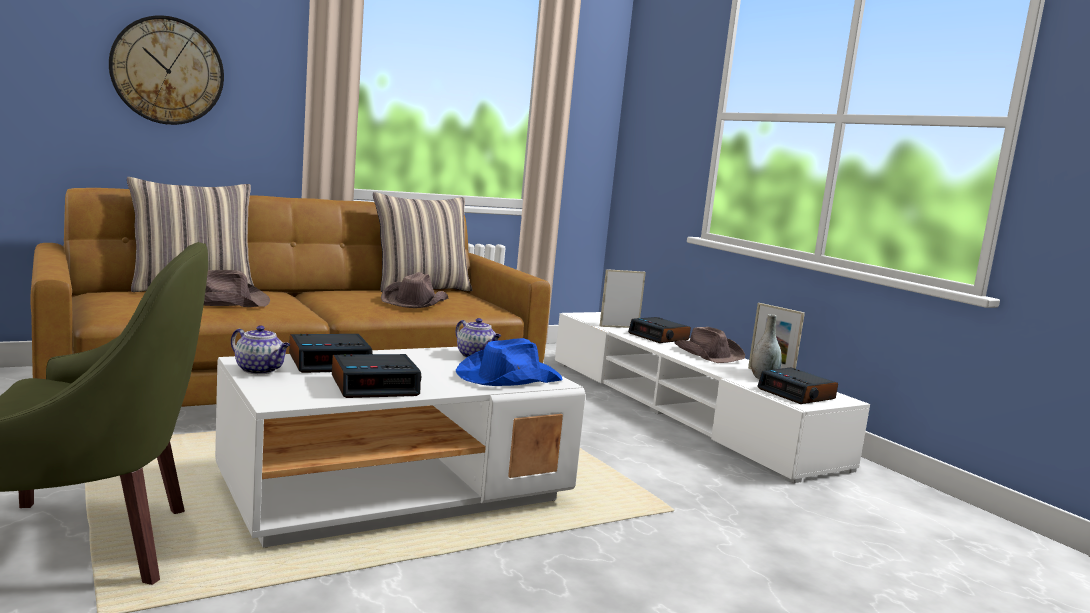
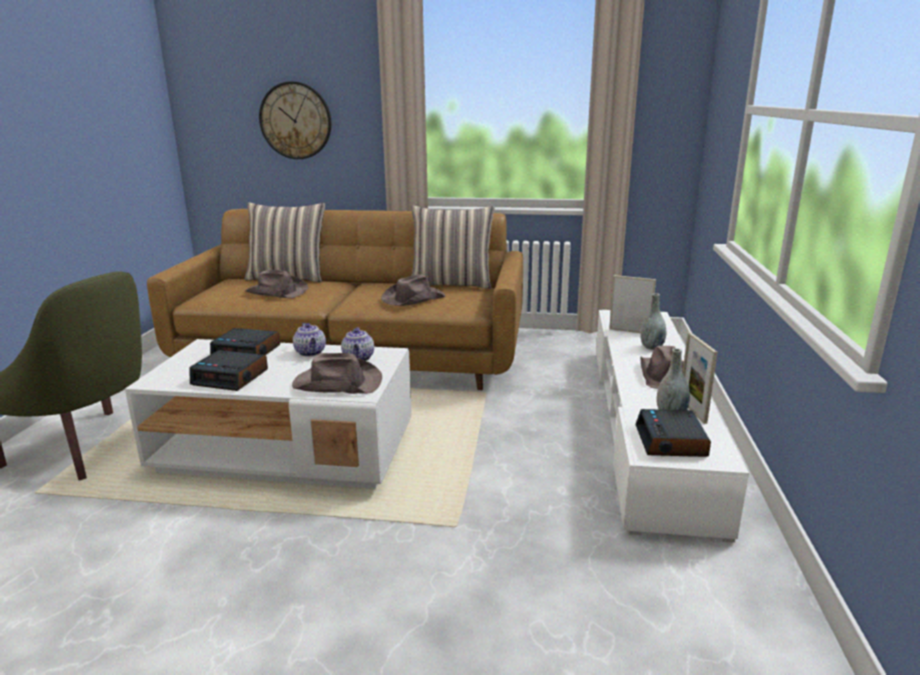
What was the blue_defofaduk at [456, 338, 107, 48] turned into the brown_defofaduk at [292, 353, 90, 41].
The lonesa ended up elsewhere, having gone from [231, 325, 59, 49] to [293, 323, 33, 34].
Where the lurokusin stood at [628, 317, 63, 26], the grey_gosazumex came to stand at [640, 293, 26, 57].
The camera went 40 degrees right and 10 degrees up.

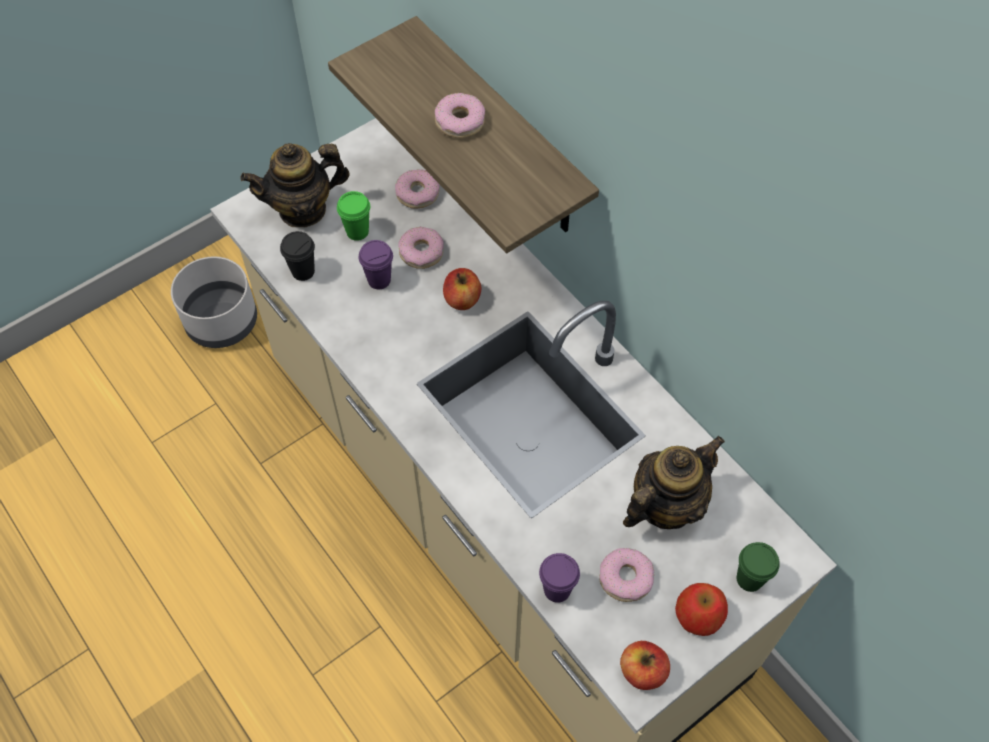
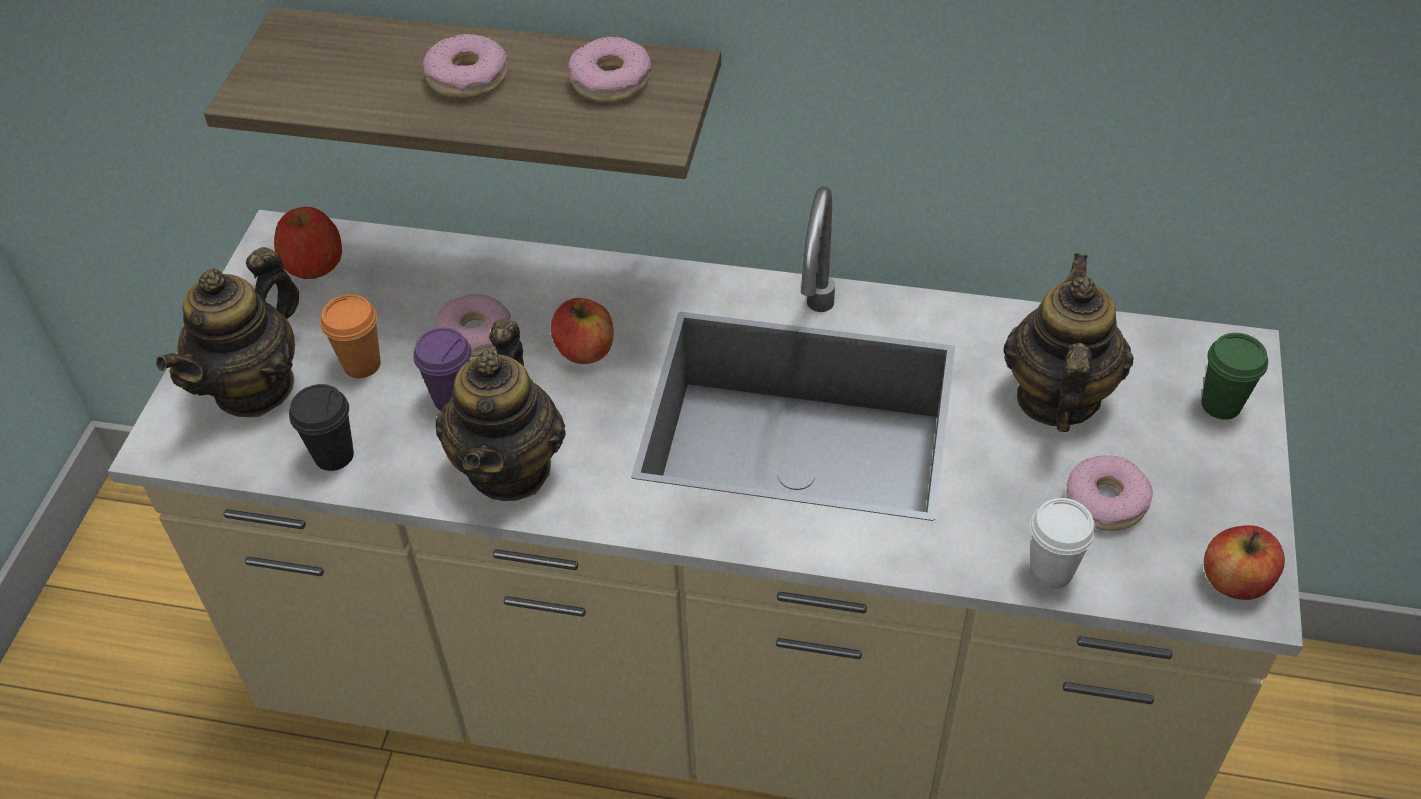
The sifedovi ended up elsewhere, having gone from [675, 583, 53, 53] to [274, 207, 68, 72].
What was the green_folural at [337, 191, 33, 50] turned into the orange_folural at [320, 294, 61, 84].
The second view gained the lonesa at [435, 319, 131, 182].
The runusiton ended up elsewhere, having gone from [395, 169, 45, 40] to [569, 36, 82, 66].
What was the purple_folural at [539, 553, 41, 50] turned into the white_folural at [1030, 498, 66, 91].
The second view lost the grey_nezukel at [171, 257, 86, 91].
The camera went 40 degrees left and 10 degrees down.

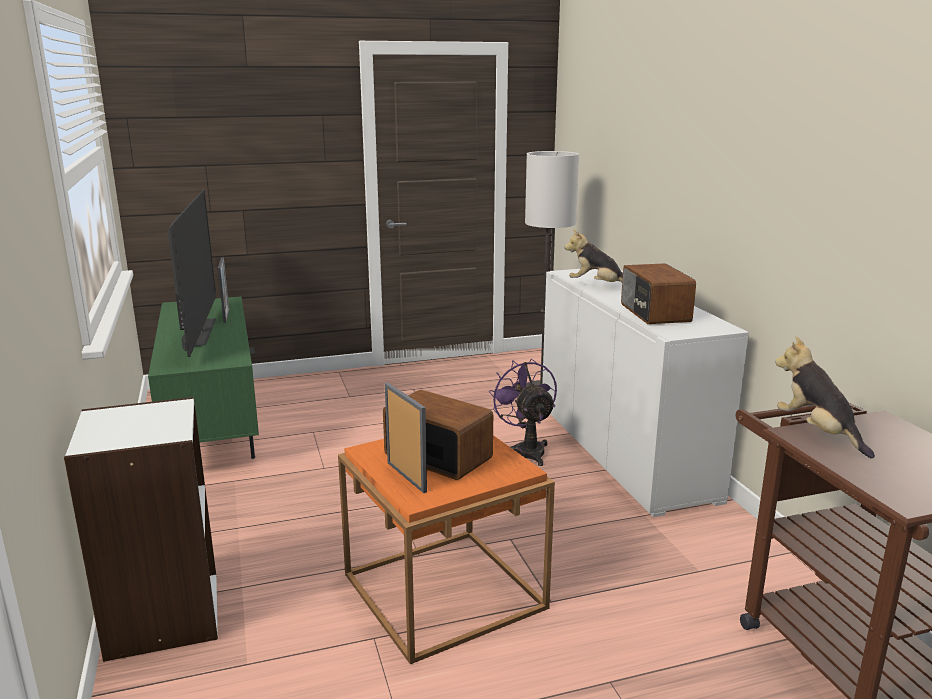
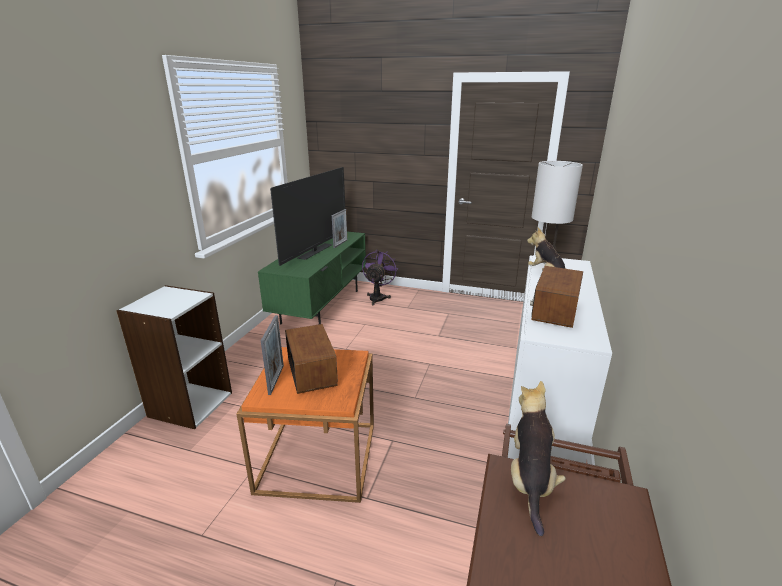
The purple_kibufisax ended up elsewhere, having gone from [489, 359, 68, 107] to [362, 250, 36, 55].
The camera went 35 degrees right and 5 degrees up.

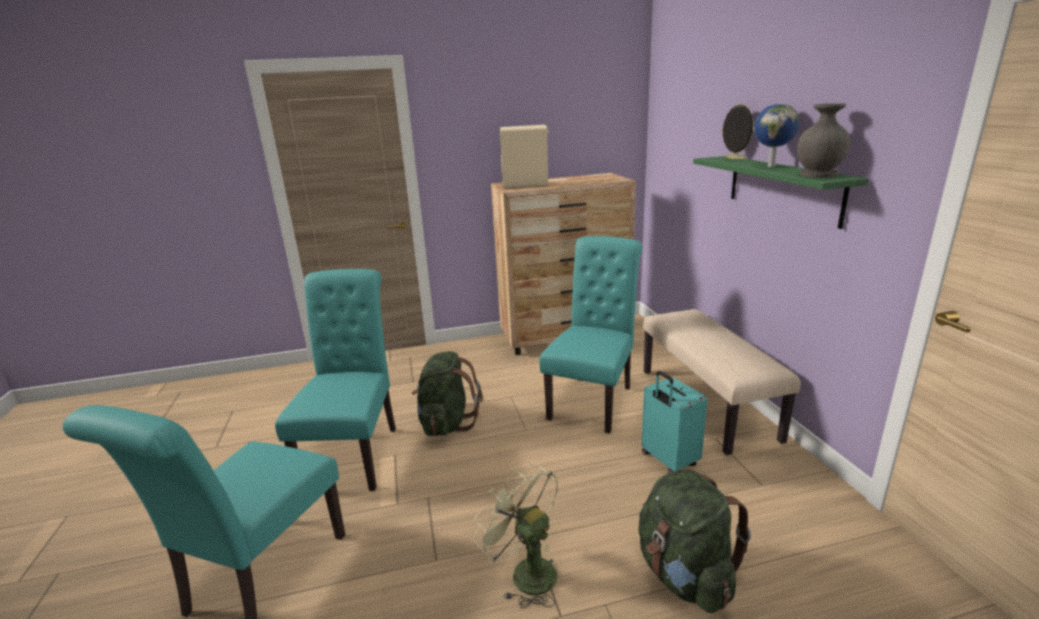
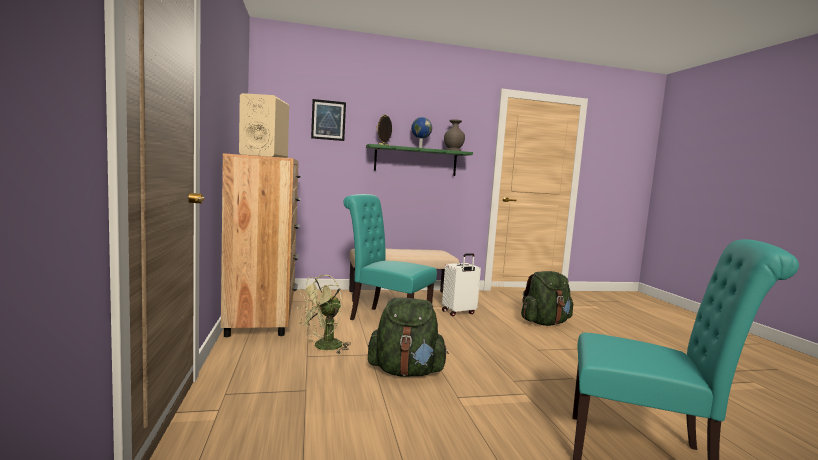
The green_kibufisax ended up elsewhere, having gone from [473, 462, 85, 146] to [297, 275, 54, 78].
The second view gained the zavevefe at [311, 99, 35, 42].
What was the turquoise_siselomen at [642, 371, 66, 102] turned into the white_siselomen at [442, 253, 39, 63].
The second view lost the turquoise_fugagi at [275, 269, 121, 222].
The camera went 90 degrees left and 15 degrees down.

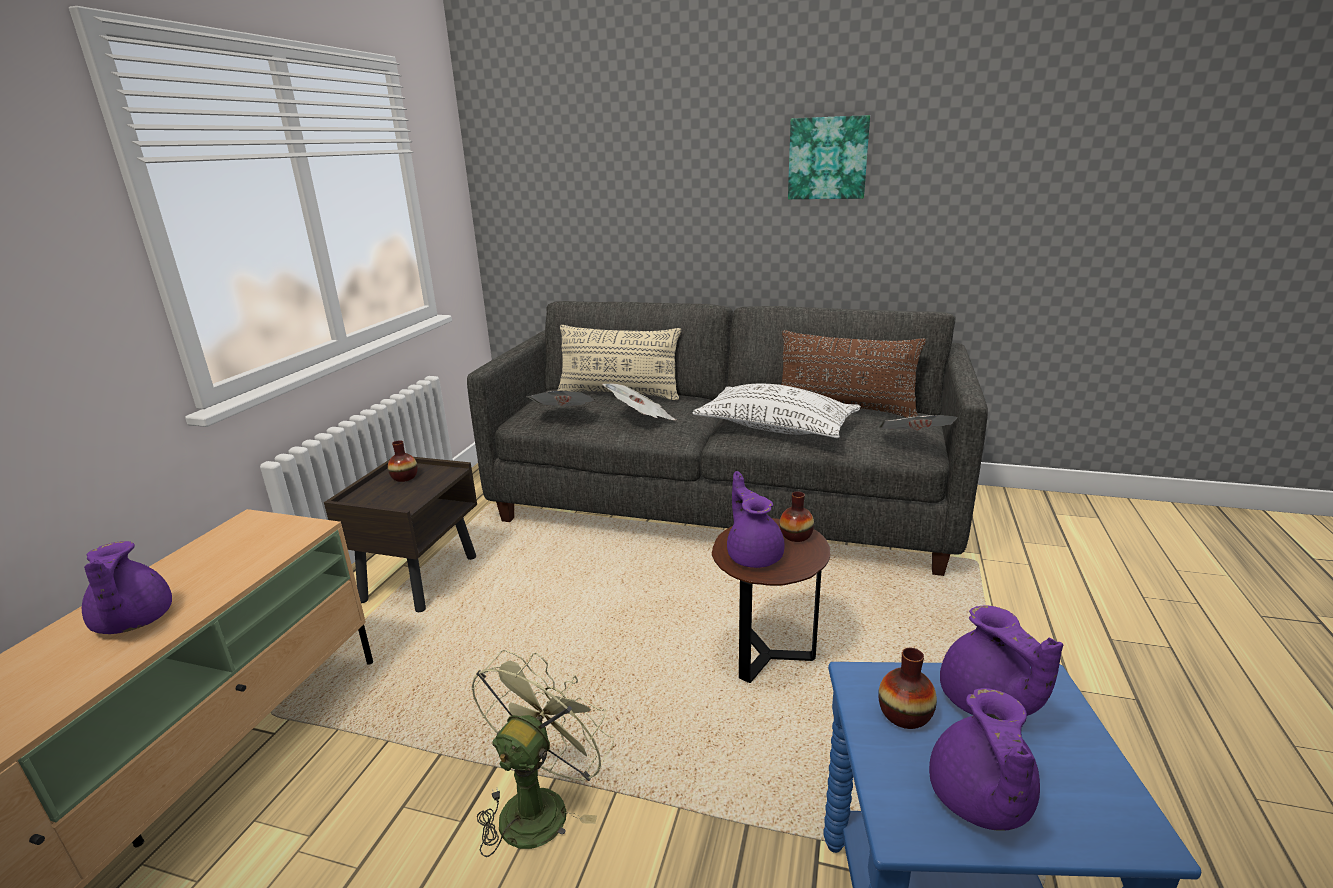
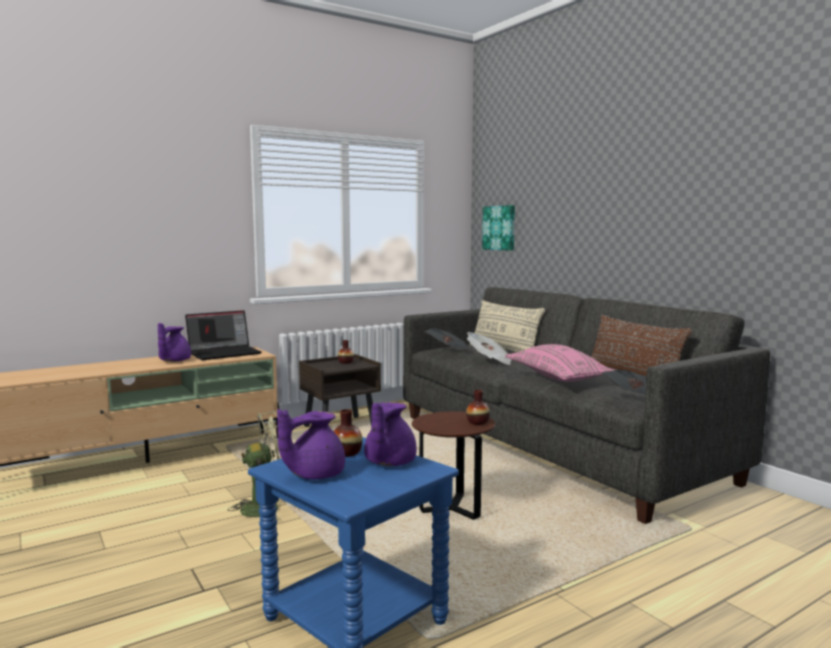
The second view gained the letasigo at [185, 310, 76, 50].
The zavevefe ended up elsewhere, having gone from [788, 115, 82, 84] to [482, 205, 33, 46].
What was the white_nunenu at [693, 384, 168, 54] turned into the pink_nunenu at [505, 344, 110, 38].
The second view lost the purple_lonesa at [727, 471, 58, 97].
The camera went 40 degrees right and 15 degrees down.

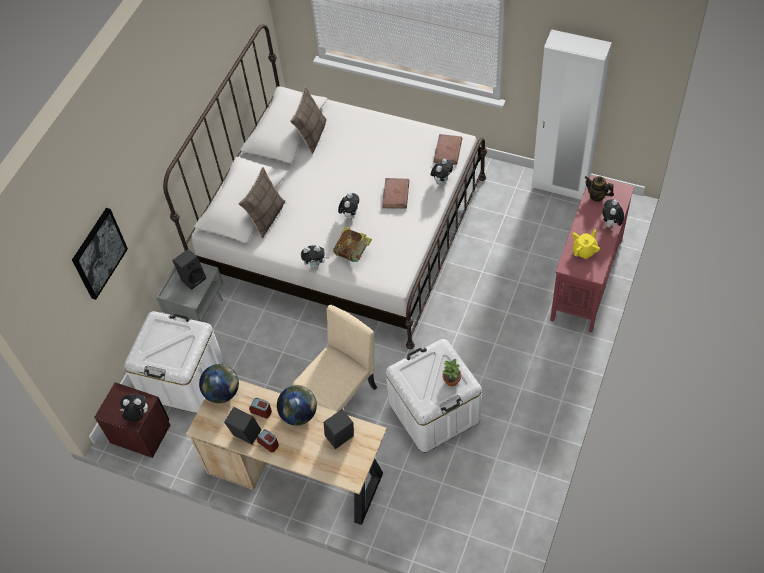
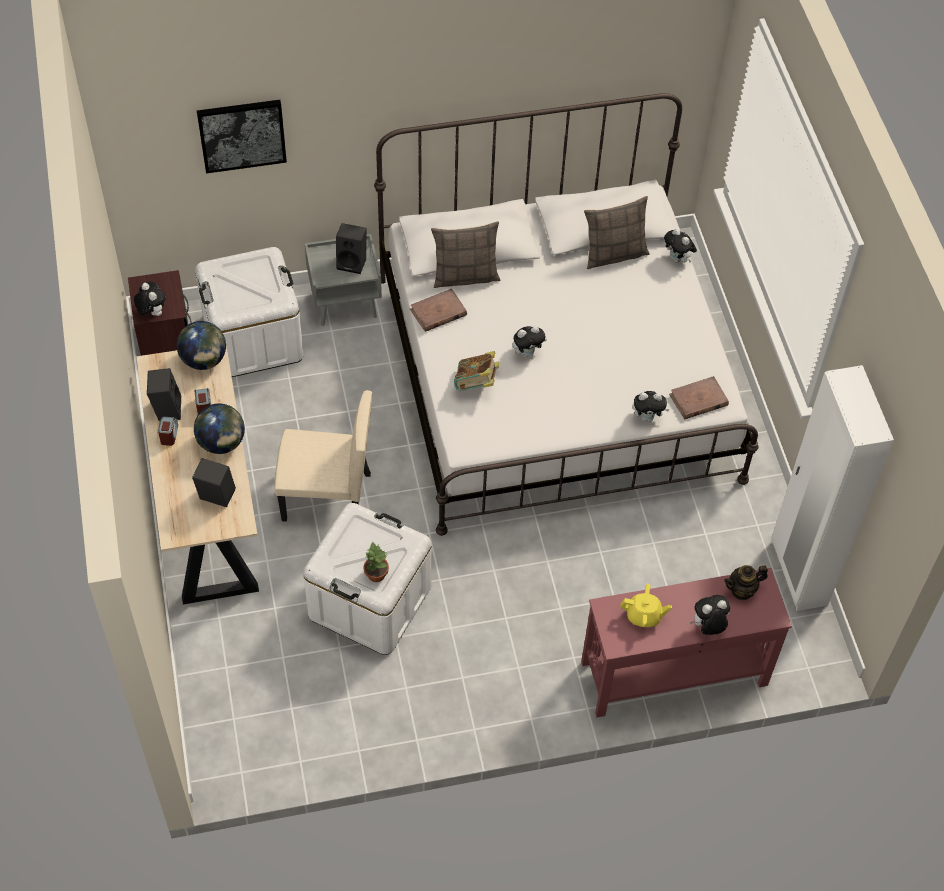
The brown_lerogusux ended up elsewhere, having gone from [382, 178, 28, 31] to [410, 289, 57, 43].
The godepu ended up elsewhere, having gone from [301, 245, 28, 23] to [664, 228, 33, 35].
The lonesa at [584, 176, 30, 26] ended up facing another way, 105 degrees counterclockwise from before.
The camera went 50 degrees right and 0 degrees up.

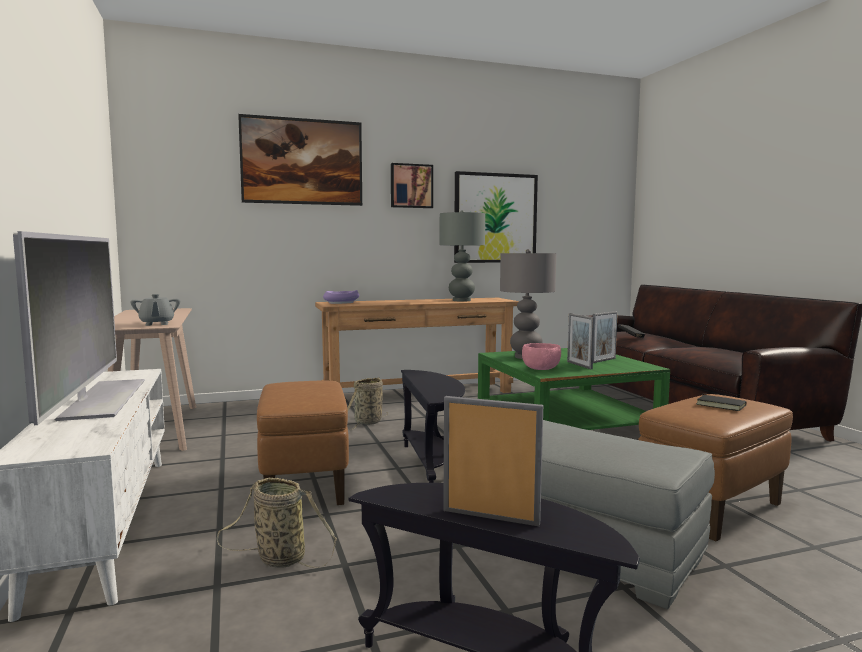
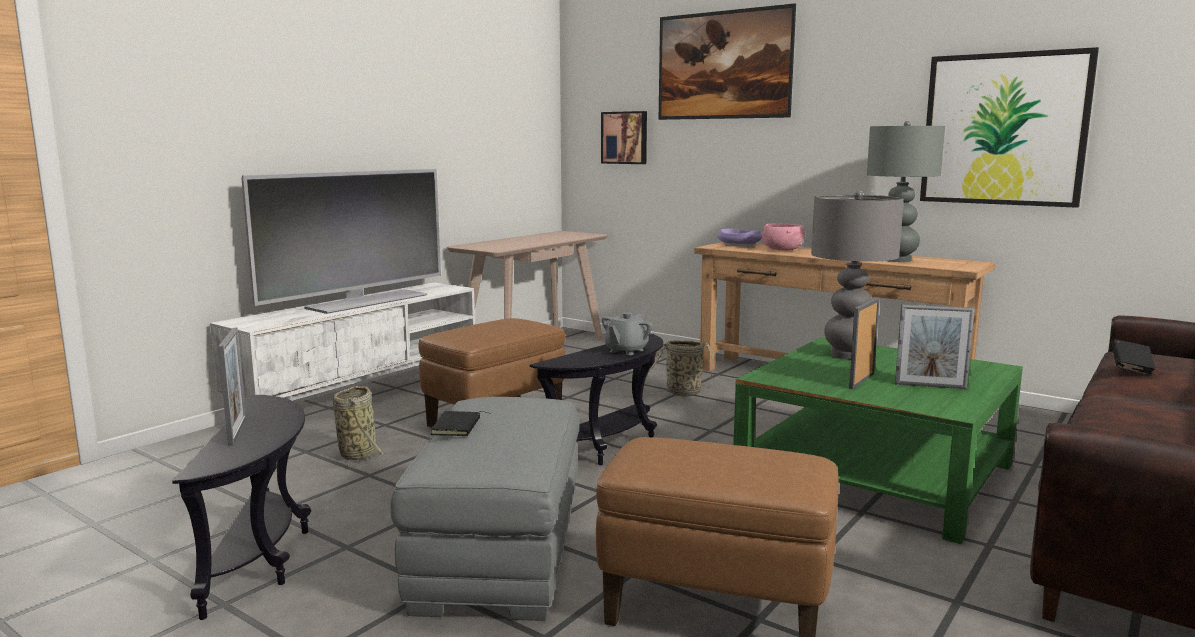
The black_lerogusux ended up elsewhere, having gone from [696, 394, 51, 17] to [431, 411, 59, 25].
The zavevefe ended up elsewhere, having gone from [391, 163, 42, 45] to [601, 111, 46, 53].
The grey_lonesa ended up elsewhere, having gone from [131, 294, 49, 32] to [602, 312, 51, 43].
The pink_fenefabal ended up elsewhere, having gone from [522, 343, 39, 27] to [762, 224, 43, 27].
The camera went 55 degrees right and 5 degrees up.

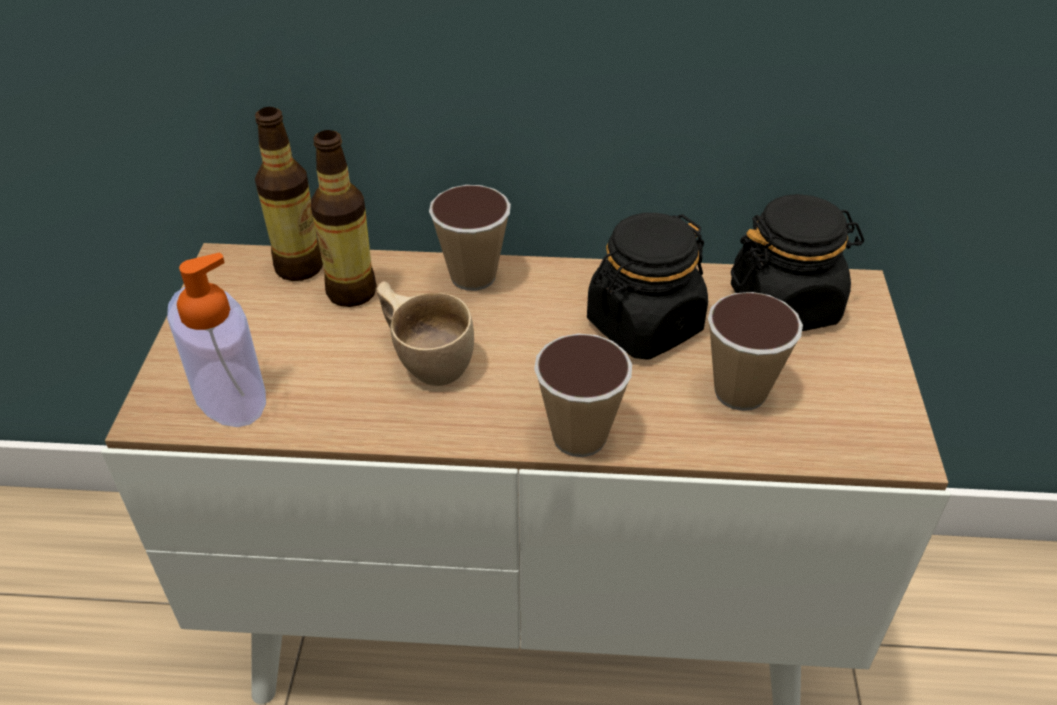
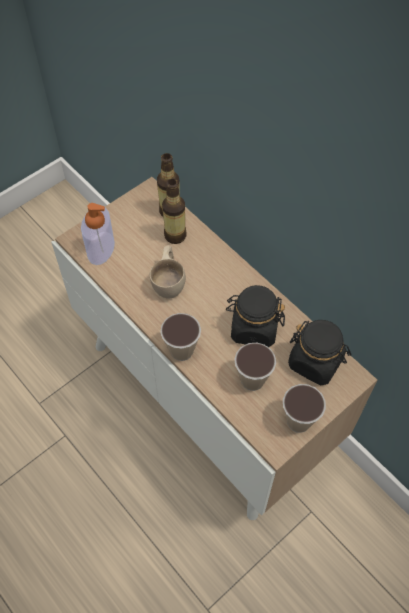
The folural ended up elsewhere, having gone from [429, 185, 82, 106] to [283, 384, 43, 49].
The camera went 45 degrees right and 15 degrees up.

